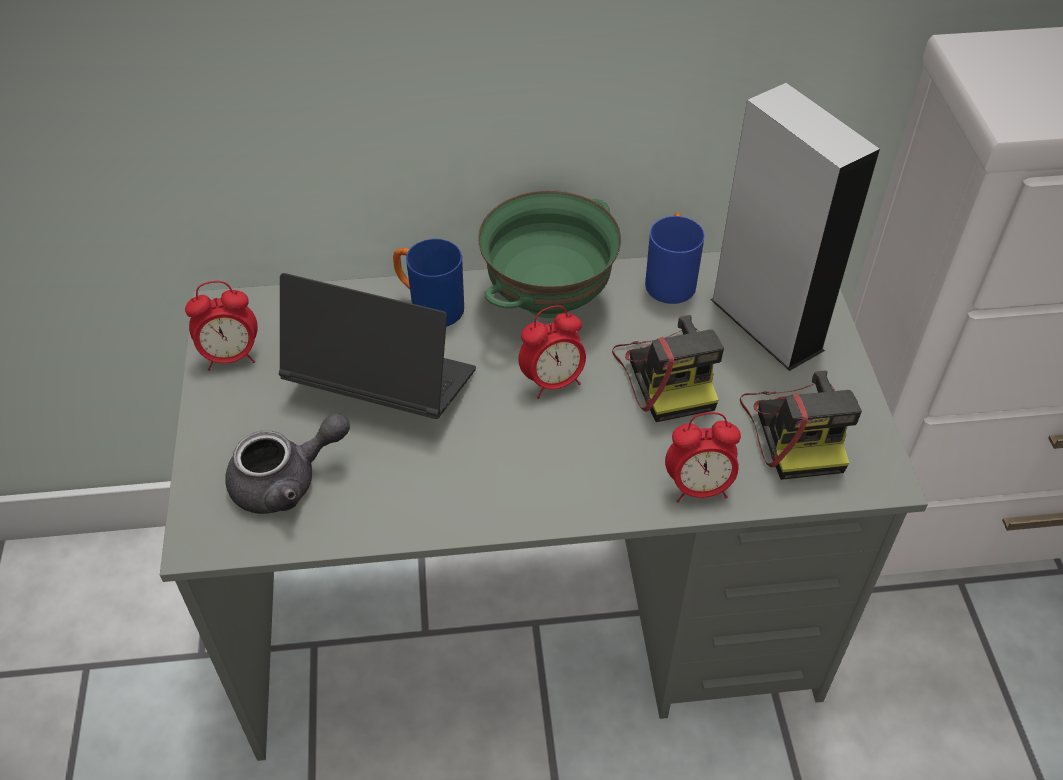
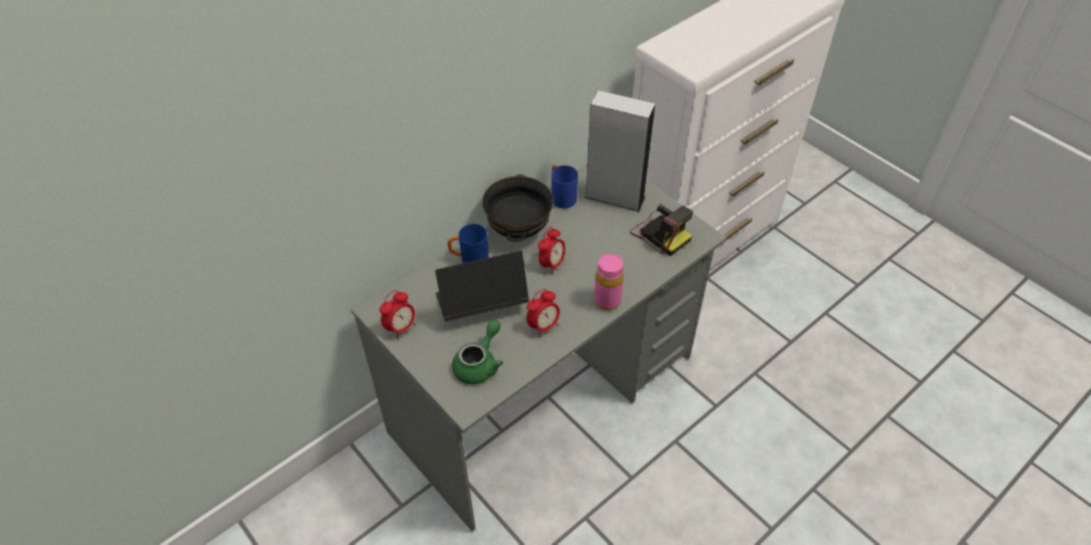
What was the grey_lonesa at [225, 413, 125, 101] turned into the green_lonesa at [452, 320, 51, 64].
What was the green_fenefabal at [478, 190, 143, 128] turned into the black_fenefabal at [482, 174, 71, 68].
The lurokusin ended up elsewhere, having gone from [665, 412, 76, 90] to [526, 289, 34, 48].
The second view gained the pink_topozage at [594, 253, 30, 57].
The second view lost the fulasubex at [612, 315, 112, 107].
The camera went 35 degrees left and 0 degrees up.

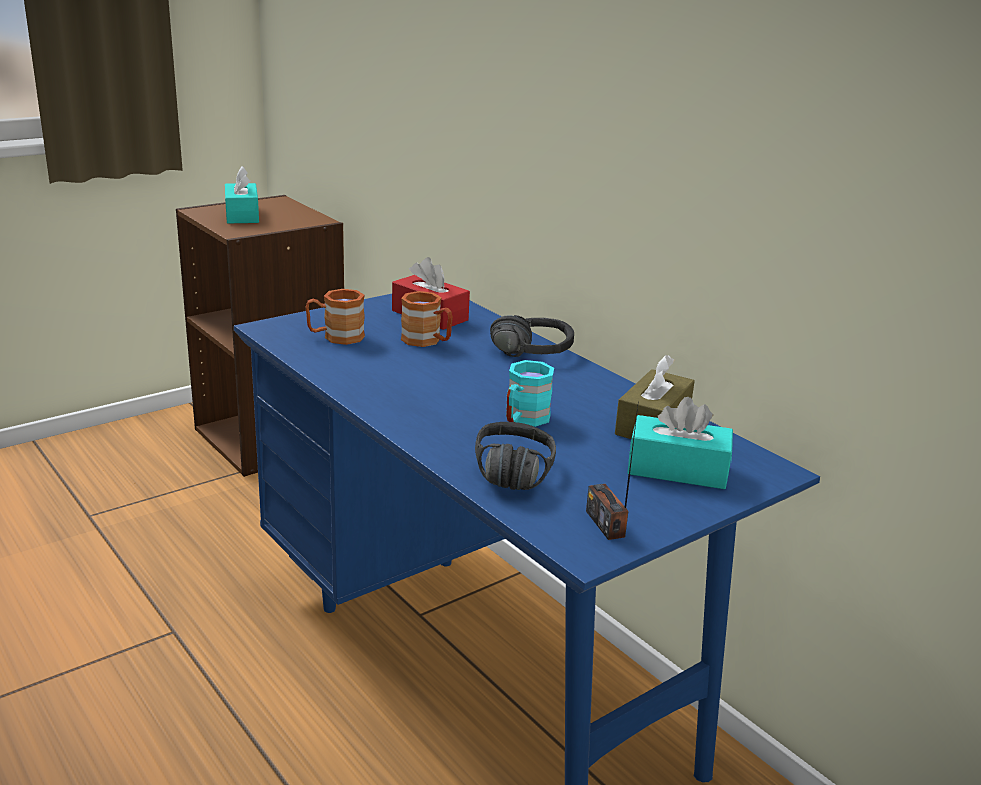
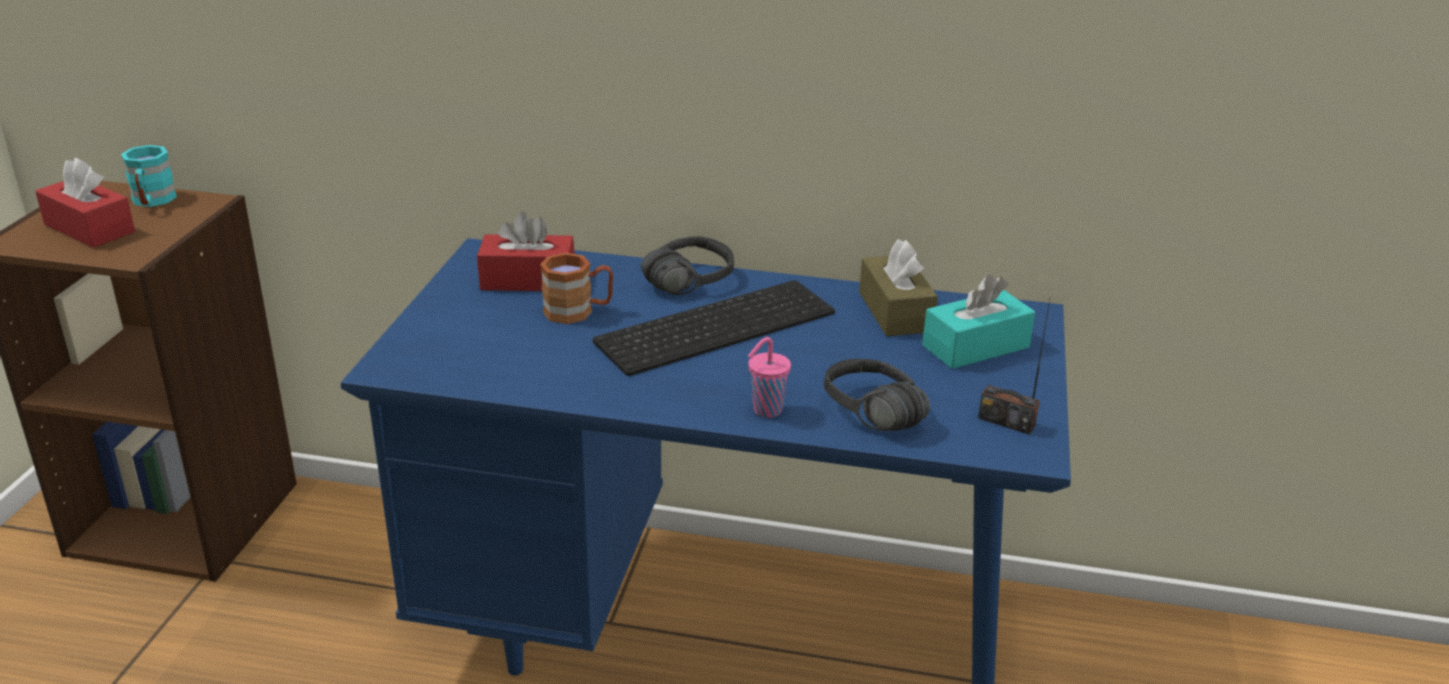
What was the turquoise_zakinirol at [225, 166, 34, 57] turned into the red_zakinirol at [35, 158, 100, 90].
The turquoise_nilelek ended up elsewhere, having gone from [506, 360, 48, 67] to [121, 145, 56, 62].
The second view gained the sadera at [593, 280, 242, 96].
The second view gained the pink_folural at [748, 337, 43, 81].
The second view lost the brown_nilelek at [305, 289, 60, 56].
The camera went 40 degrees left and 5 degrees up.

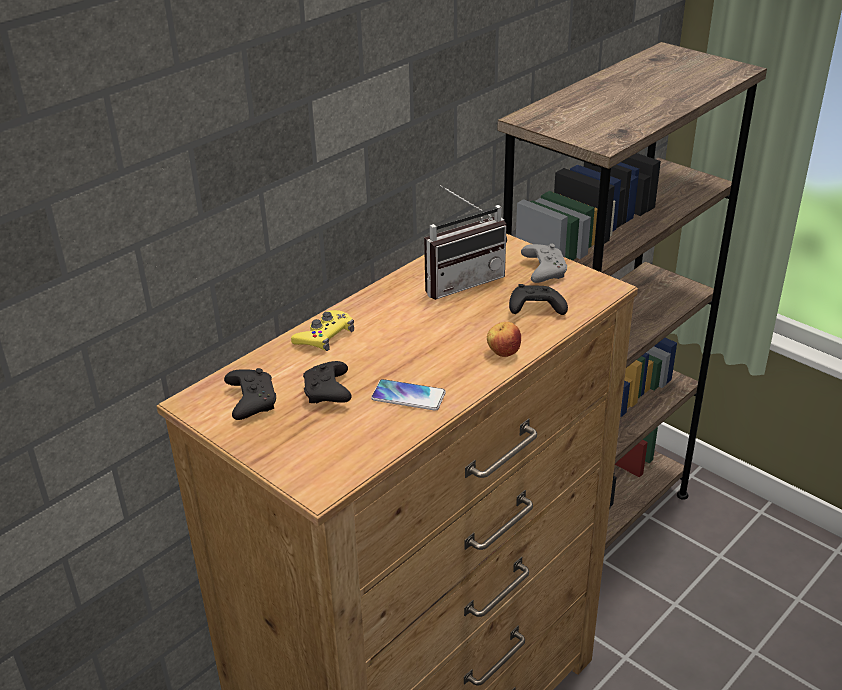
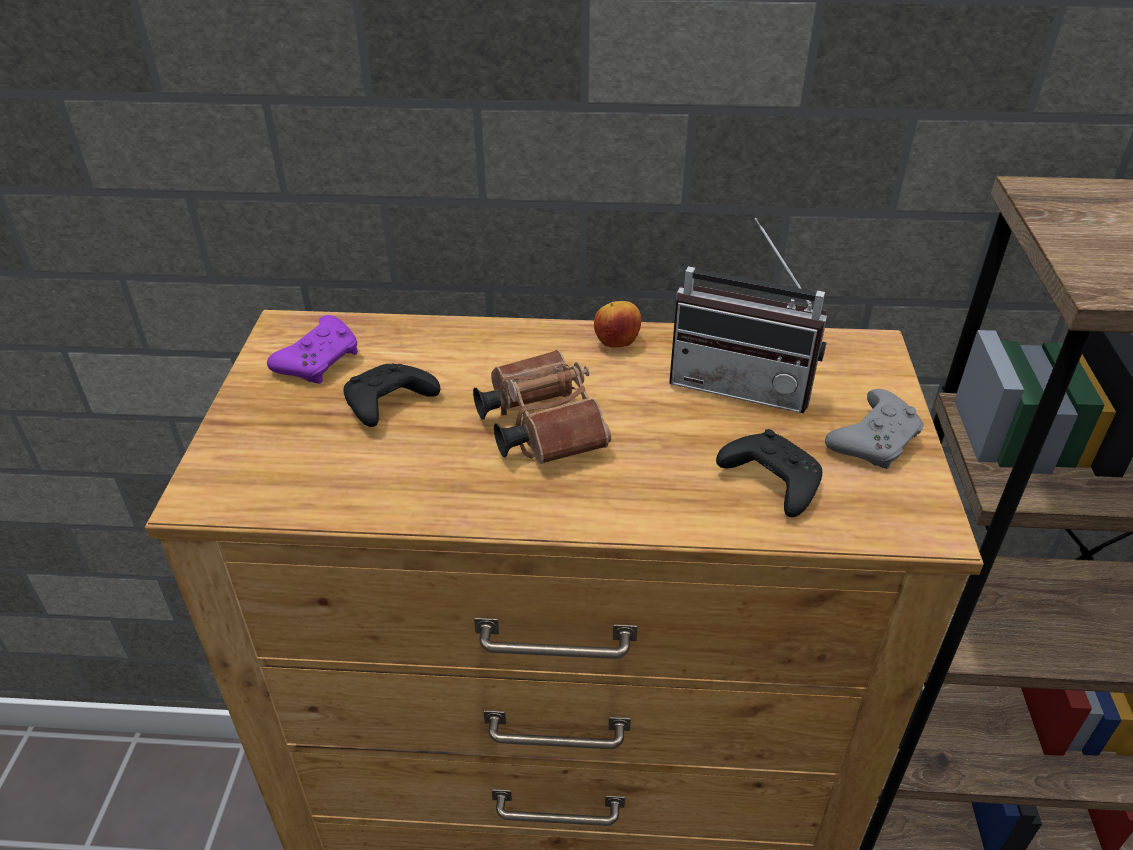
What was the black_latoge at [224, 368, 52, 52] turned into the purple_latoge at [267, 315, 91, 69].
The second view gained the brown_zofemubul at [473, 350, 138, 114].
The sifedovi ended up elsewhere, having gone from [487, 322, 34, 35] to [594, 301, 47, 47].
The second view lost the yellow_latoge at [291, 310, 63, 41].
The second view lost the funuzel at [371, 379, 75, 32].
The camera went 50 degrees right and 5 degrees up.

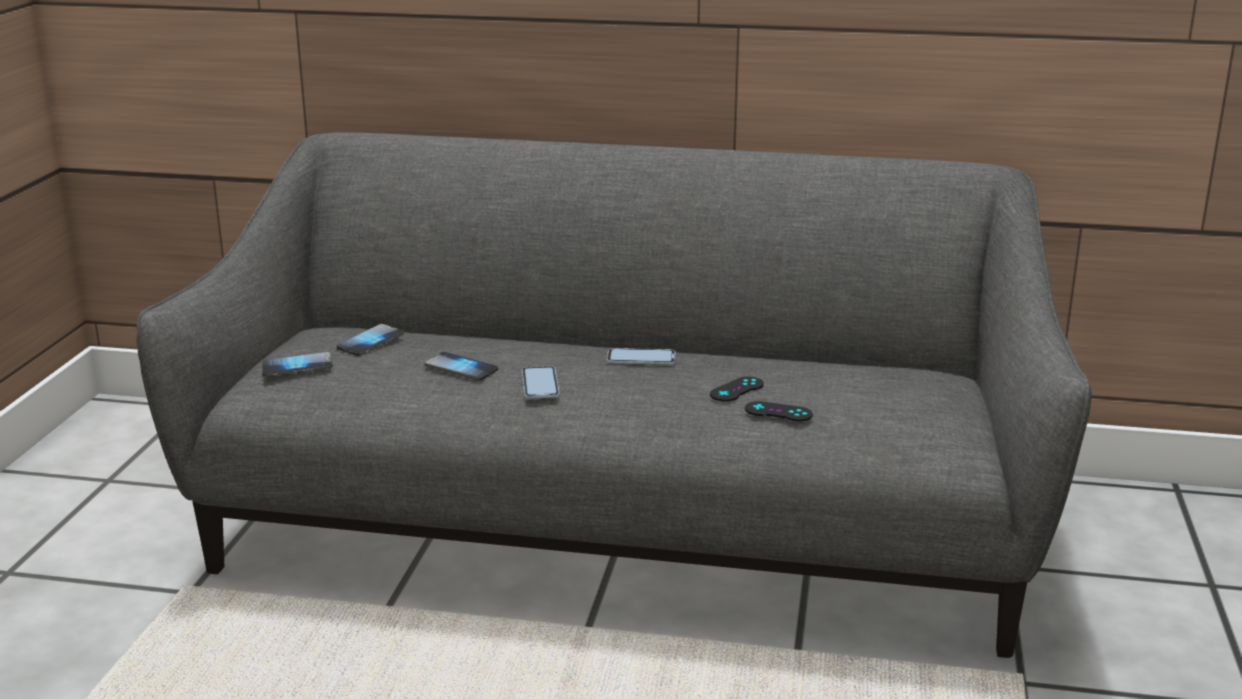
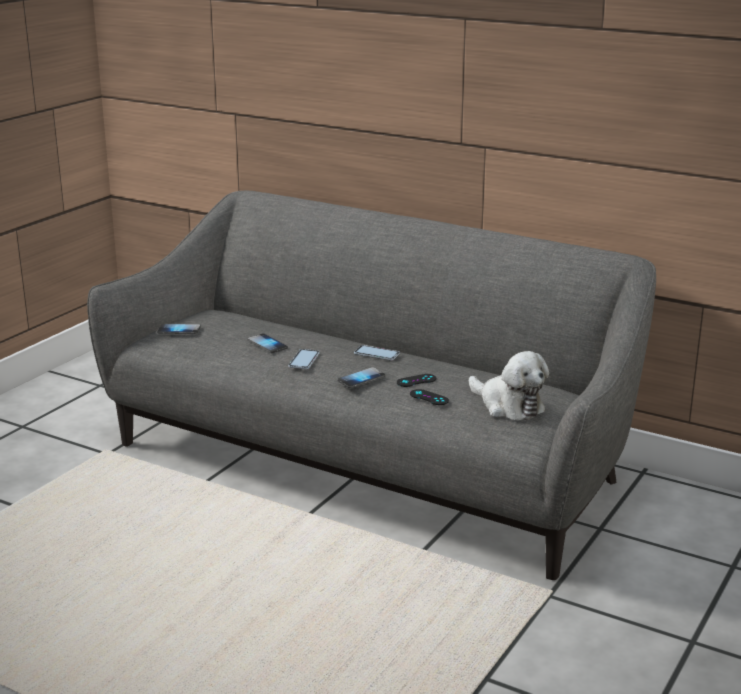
The funuzel ended up elsewhere, having gone from [336, 324, 68, 32] to [338, 367, 47, 21].
The second view gained the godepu at [469, 351, 80, 69].
The camera went 20 degrees right and 0 degrees up.

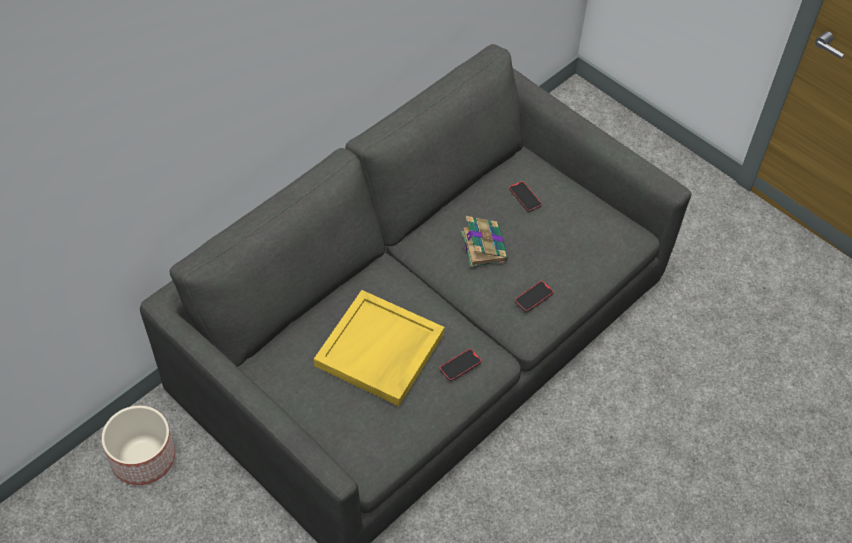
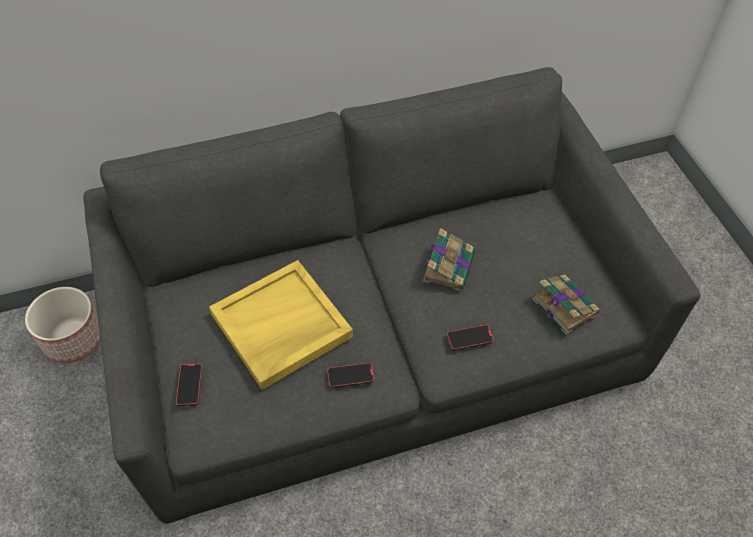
The funuzel ended up elsewhere, having gone from [509, 181, 33, 31] to [176, 363, 26, 43].
The second view gained the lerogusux at [532, 275, 68, 60].
The camera went 30 degrees right and 0 degrees up.

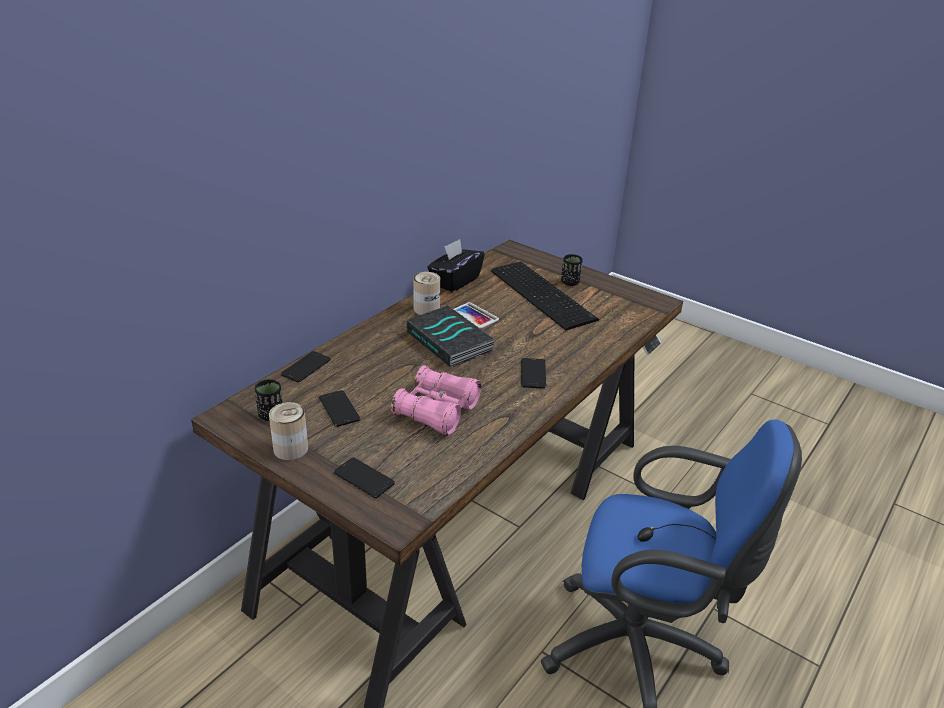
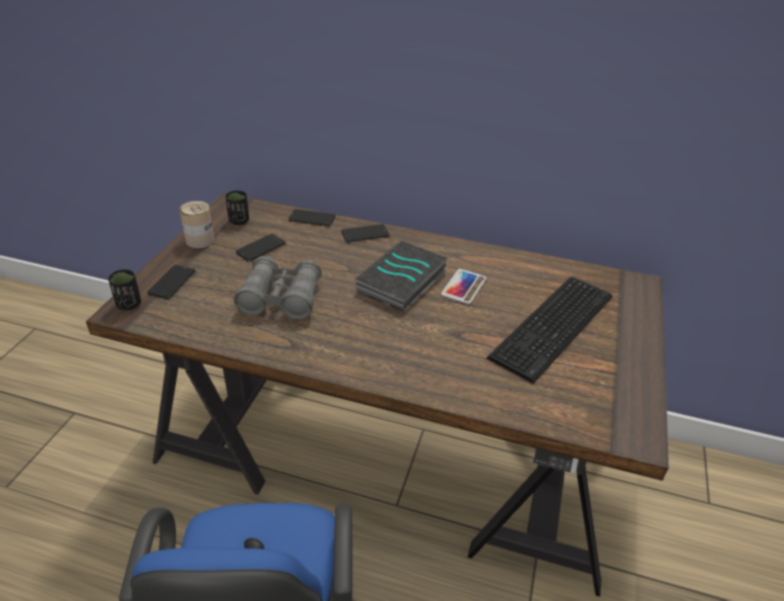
The black_folural ended up elsewhere, having gone from [561, 254, 22, 32] to [108, 269, 33, 41].
What was the pink_zofemubul at [391, 365, 90, 70] turned into the grey_zofemubul at [234, 256, 88, 63].
The funuzel ended up elsewhere, having gone from [521, 358, 25, 31] to [341, 224, 49, 18].
The second view lost the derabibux at [413, 272, 27, 43].
The second view lost the black_zakinirol at [427, 239, 58, 53].
The camera went 70 degrees right and 5 degrees up.

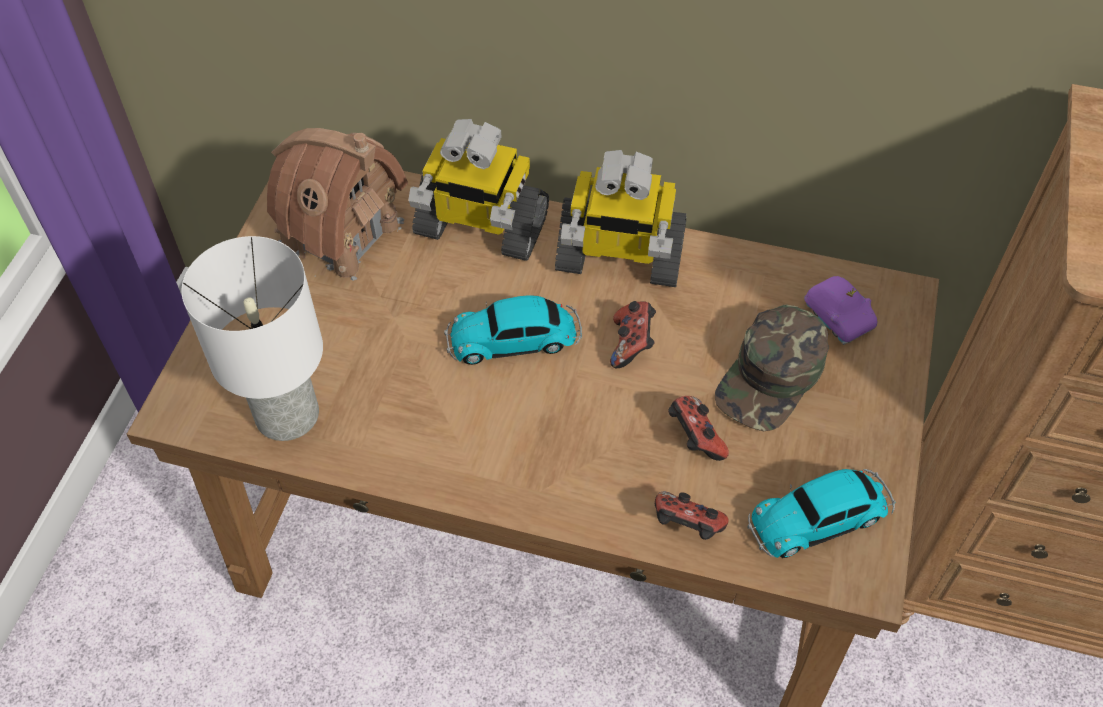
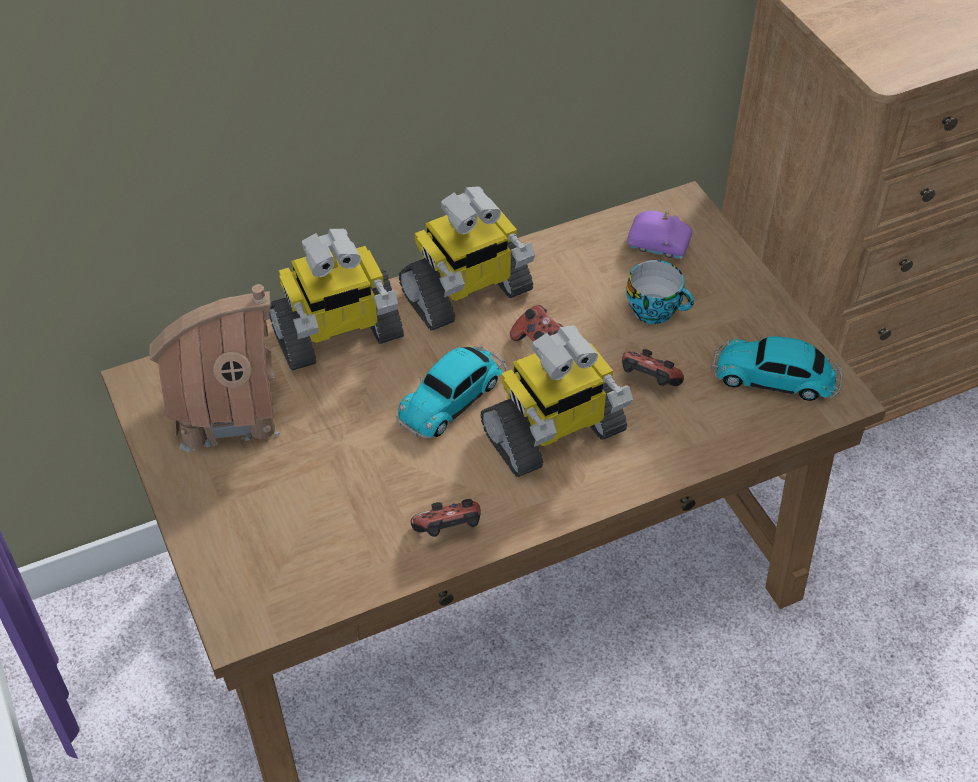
The latoge ended up elsewhere, having gone from [655, 492, 73, 48] to [411, 499, 70, 38].
The second view gained the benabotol at [481, 325, 152, 152].
Where the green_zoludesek stood at [715, 304, 114, 127], the folural came to stand at [626, 260, 68, 64].
The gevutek at [748, 469, 147, 89] ended up facing another way, 75 degrees clockwise from before.
The second view lost the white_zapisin at [182, 236, 141, 205].
The camera went 40 degrees left and 5 degrees down.

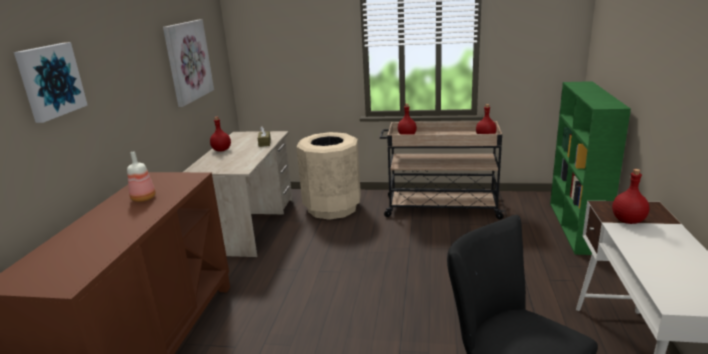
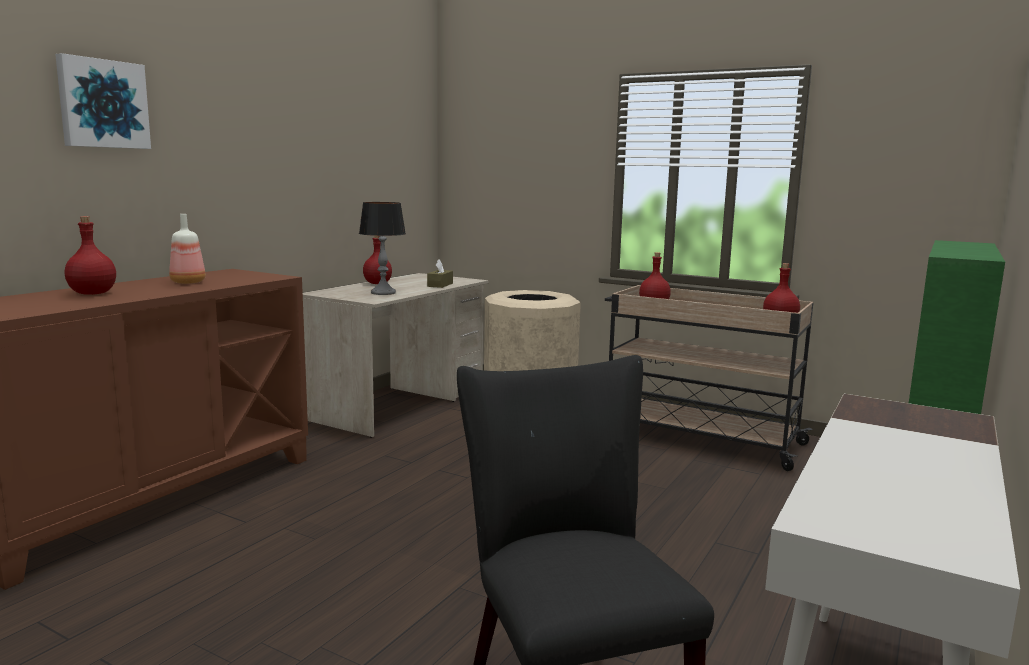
The red_topozage ended up elsewhere, having gone from [612, 169, 37, 55] to [65, 216, 51, 79].
The second view gained the zapisin at [359, 202, 47, 93].
The second view lost the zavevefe at [163, 19, 51, 88].
The camera went 20 degrees right and 10 degrees down.

